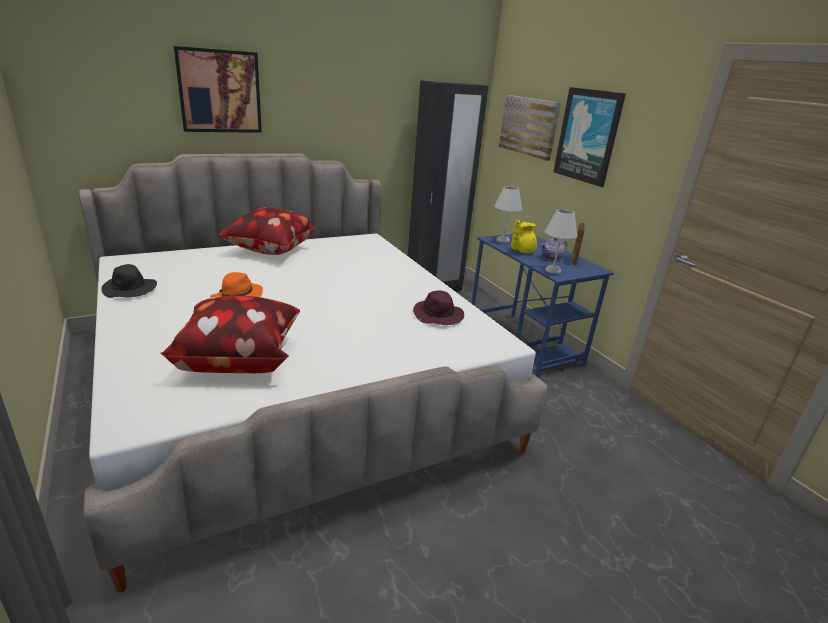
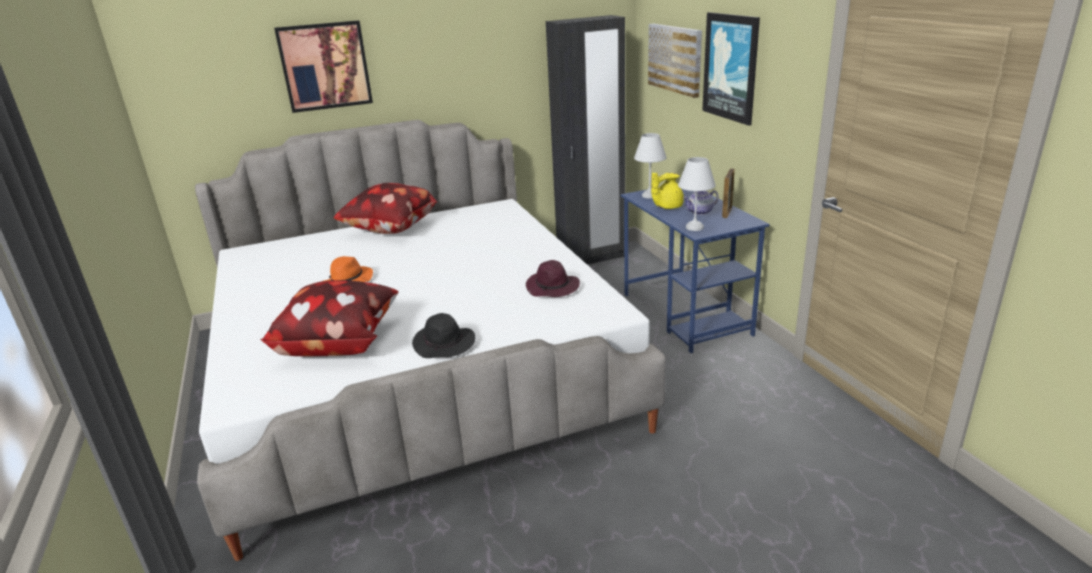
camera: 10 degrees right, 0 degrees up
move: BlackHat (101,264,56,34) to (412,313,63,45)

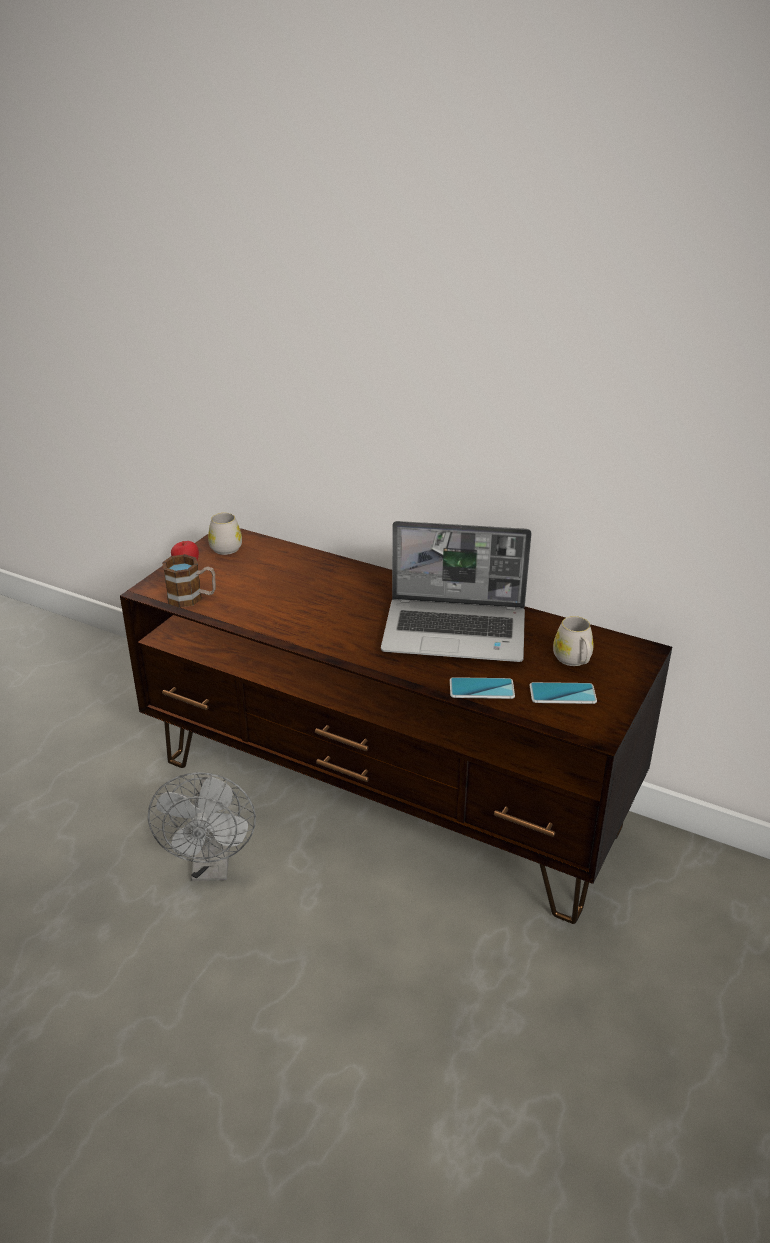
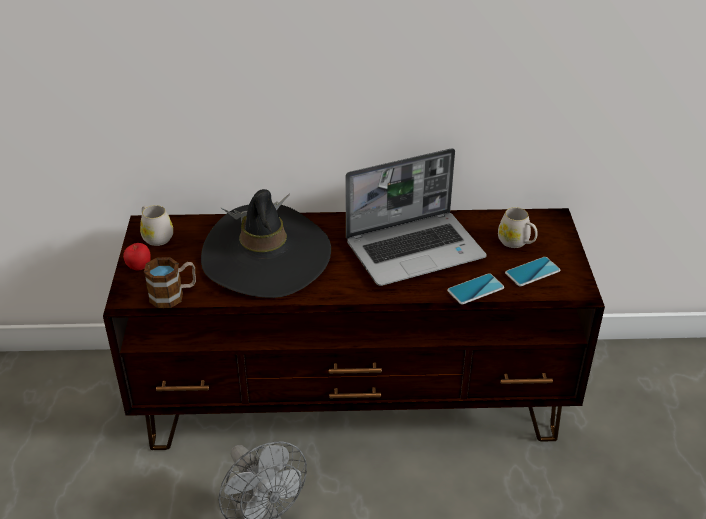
camera: 30 degrees left, 5 degrees up
insert: BlackHat (201,189,130,109)

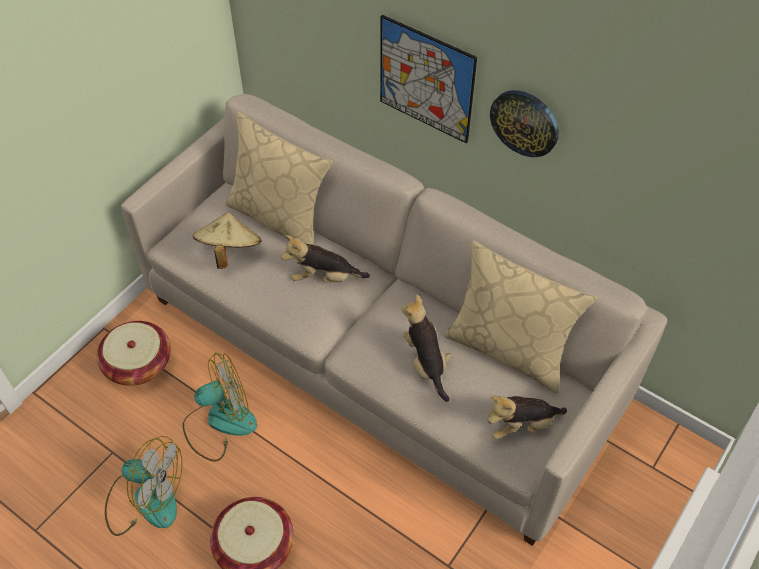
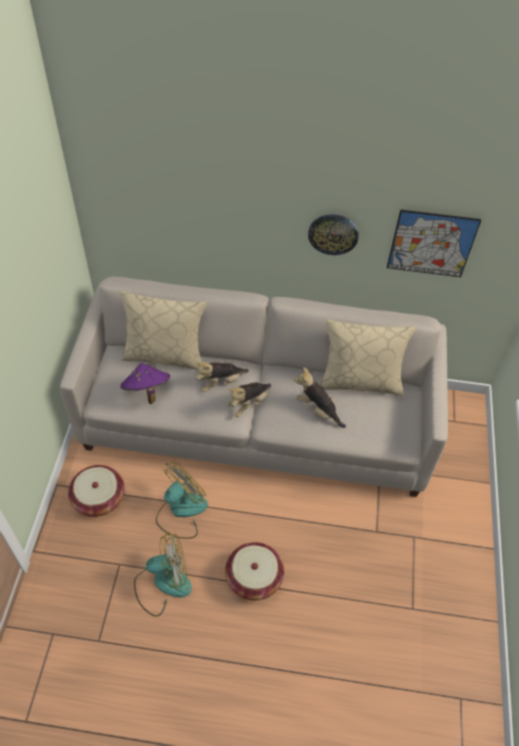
camera: 30 degrees left, 0 degrees up
move: PlushToy (488,395,79,44) to (227,382,44,35); Picture (380,15,97,129) to (387,209,94,68)
recolor: BeigeHat (193,212,69,57) to PurpleHat (120,363,50,41)

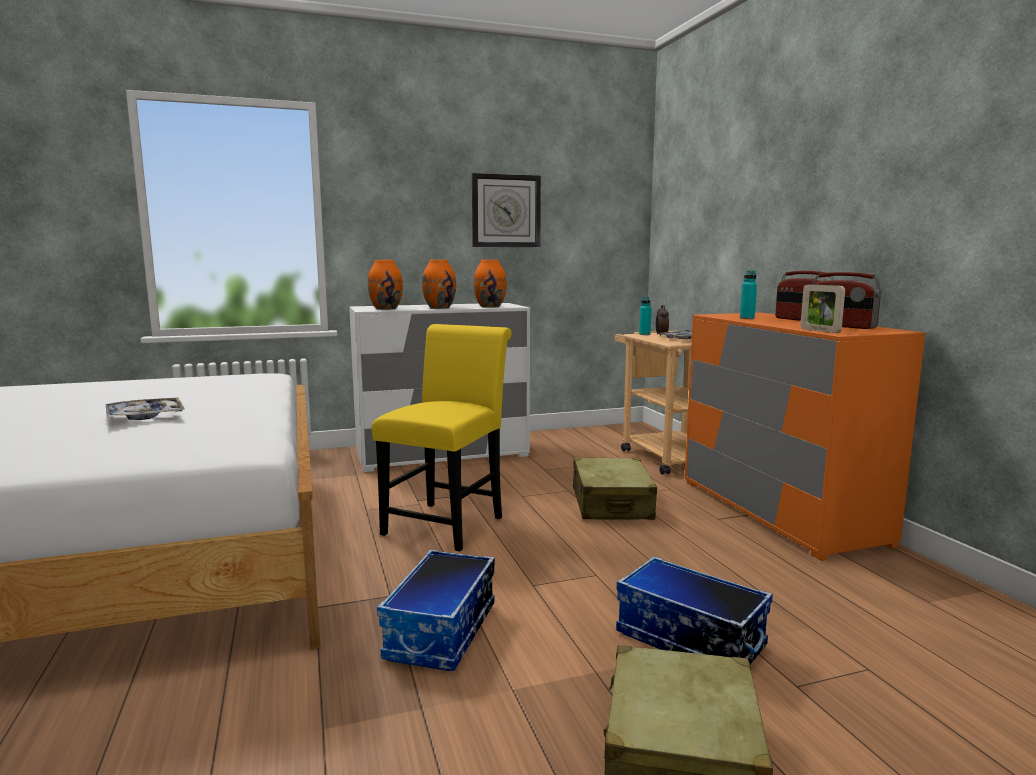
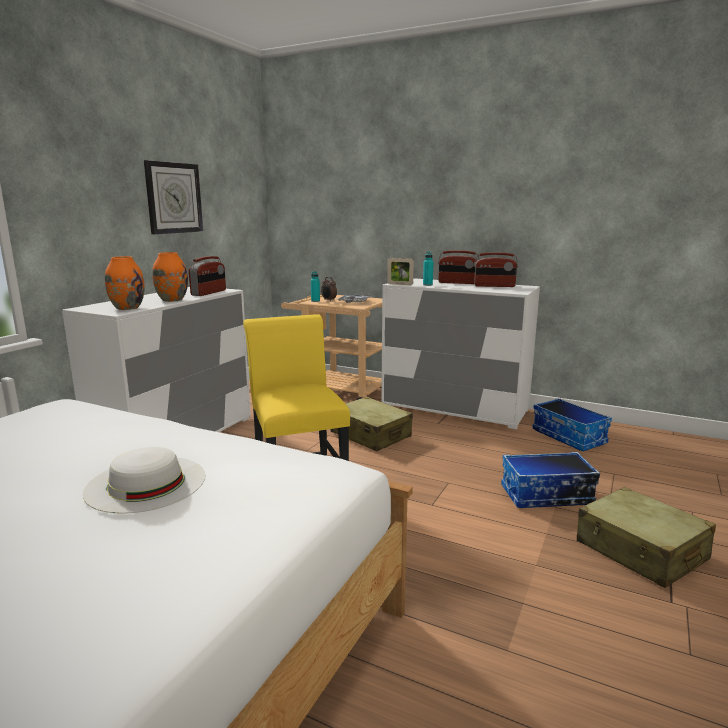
camera: 45 degrees left, 5 degrees up
move: PictureFrame (800,284,45,49) to (387,258,27,27); StorageBox (377,550,118,121) to (533,398,79,53)
replace: Tray (106,398,79,22) to WhiteHat (83,447,123,67); OrangeVase (474,260,33,48) to Radio (189,256,37,40)
recolor: OrangeDresser (685,313,240,248) to WhiteDresser (381,278,159,151)

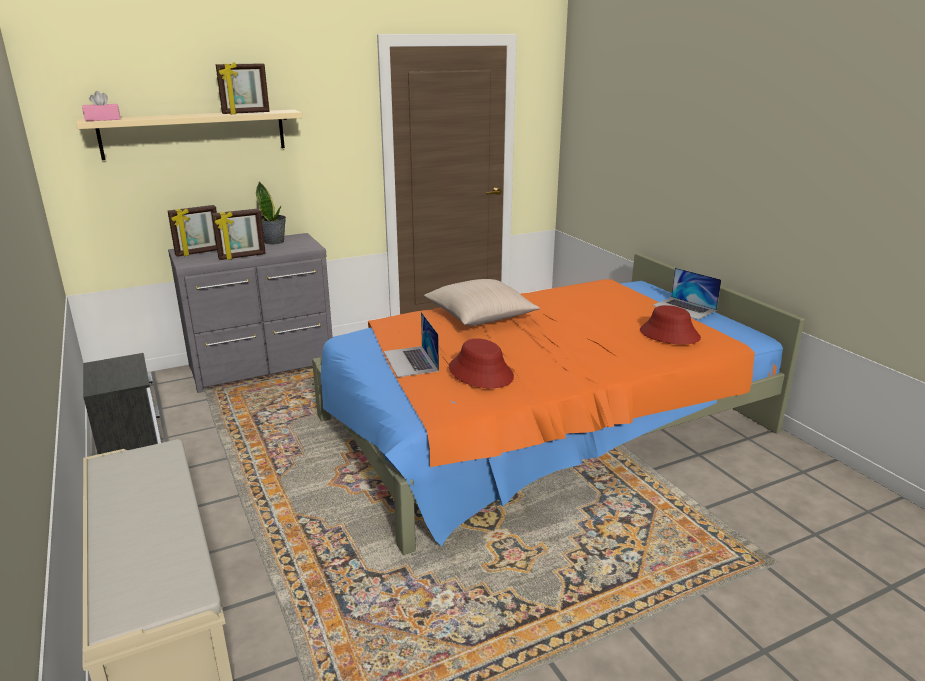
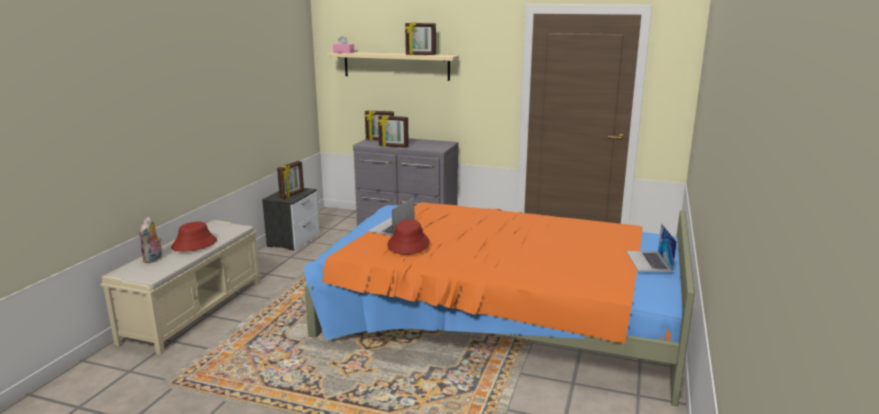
camera: 45 degrees right, 5 degrees down
delete: PottedPlant (256,182,30,62); BeigePillow (424,279,116,47)
insert: PlushToy (139,217,23,46); PictureFrame (277,161,27,38)
move: RedHat (640,305,61,39) to (171,222,46,30)

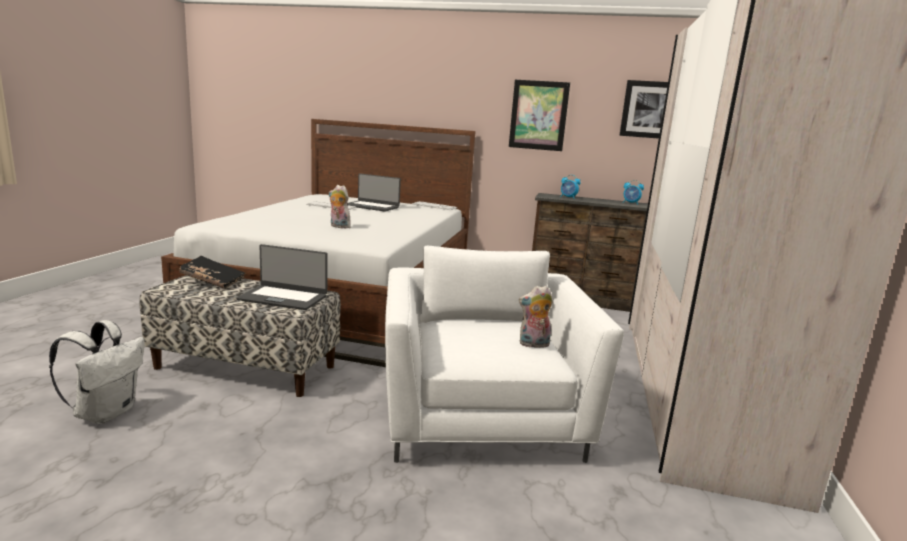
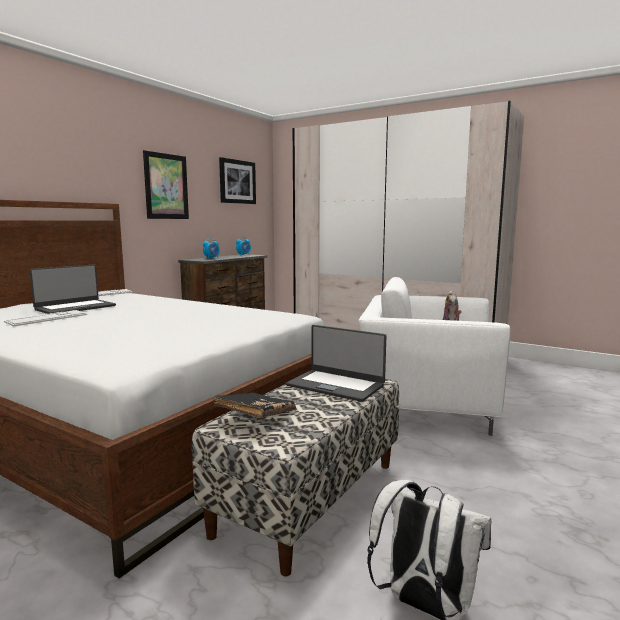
camera: 70 degrees left, 5 degrees down
delete: PlushToy (329,185,23,43)
rotate: Laptop (236,244,92,66) = (286,325,100,77) 90 degrees clockwise

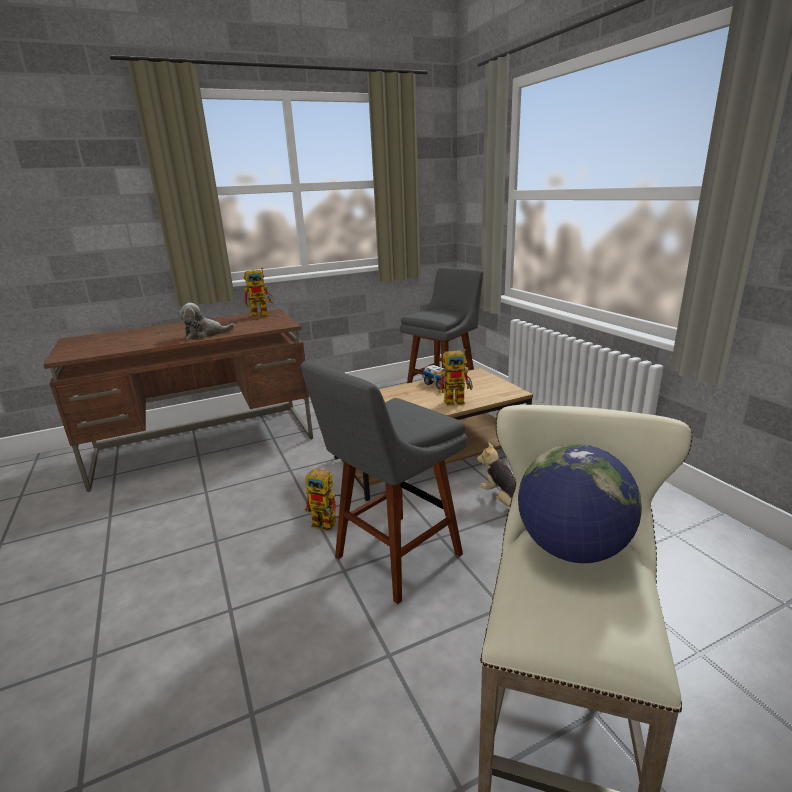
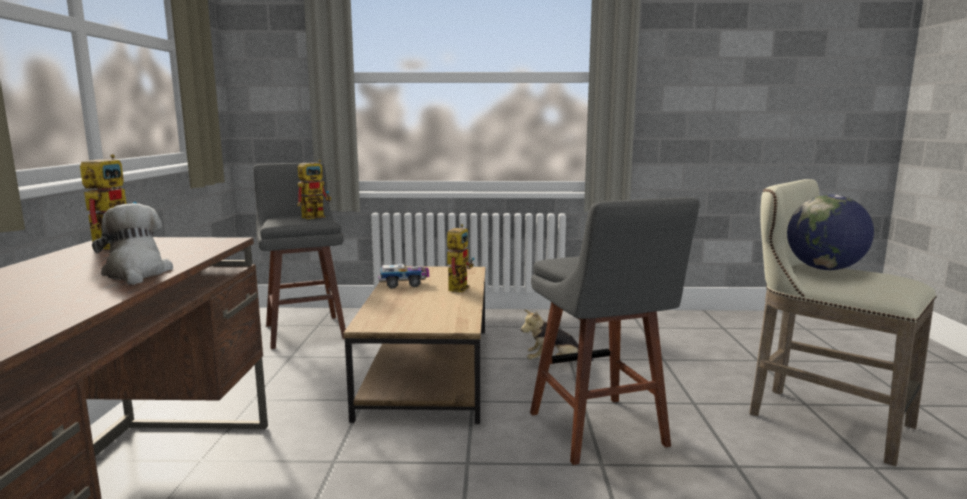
camera: 65 degrees left, 10 degrees down
move: ToyRobot (304,469,37,62) to (297,160,34,59)
rotate: PlushToy (178,303,57,36) = (92,203,81,82) 150 degrees clockwise

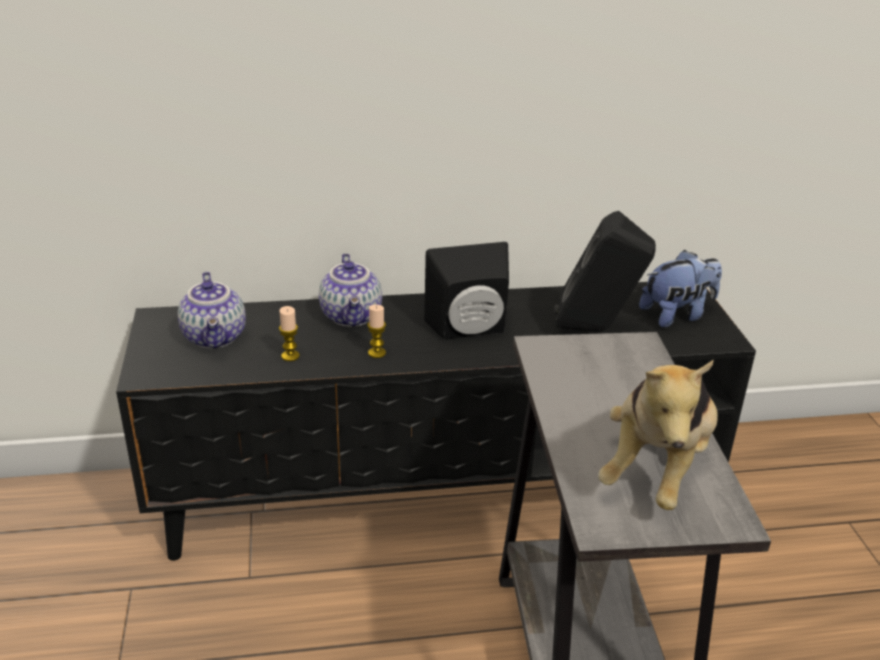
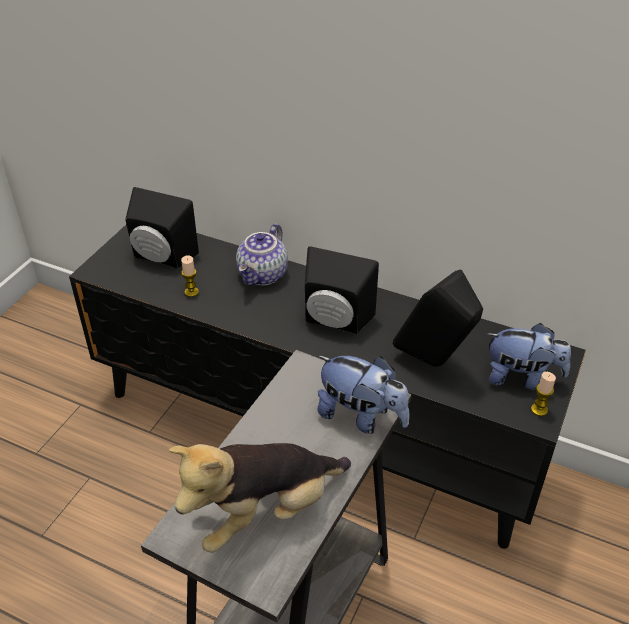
camera: 35 degrees right, 10 degrees up
insert: PlushToy (317,356,92,78)
move: Candle (367,304,19,54) to (531,372,25,44)
replace: Teapot (178,272,68,77) to BlackSpeaker (125,187,74,82)

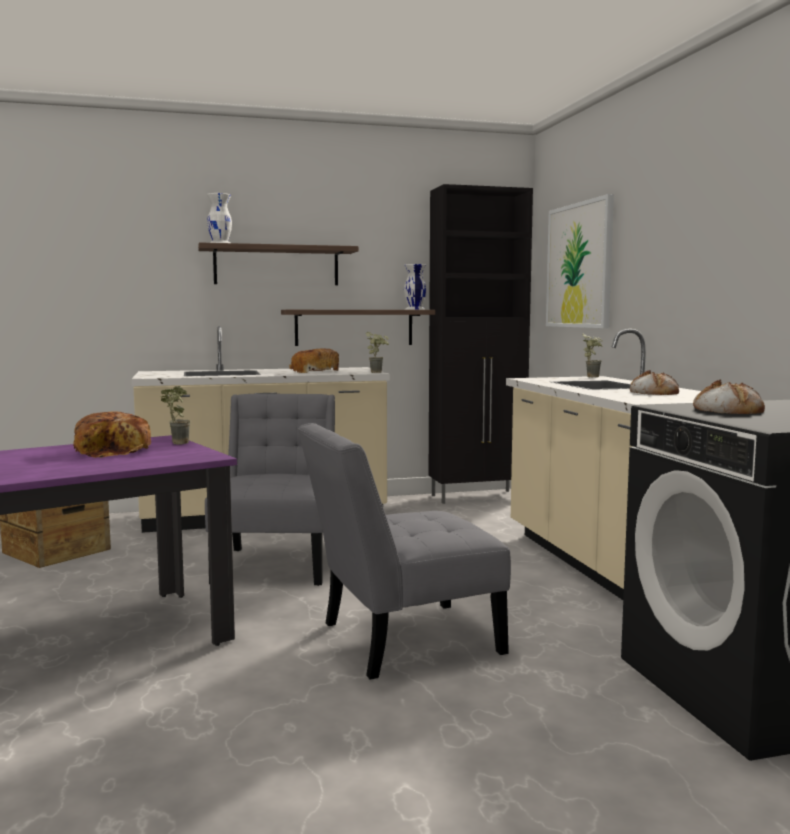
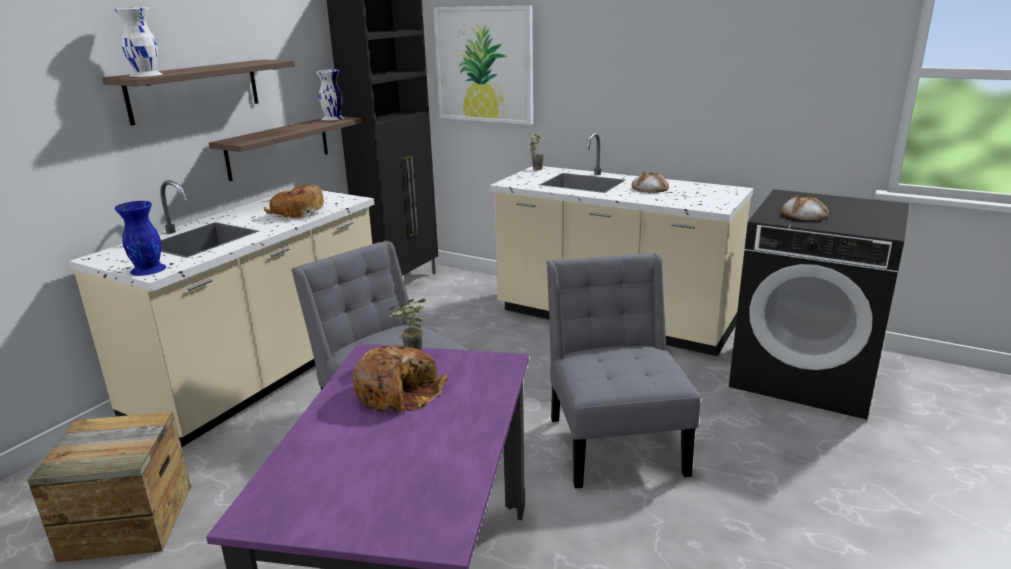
camera: 45 degrees left, 15 degrees up
delete: PottedPlant (366,332,23,41)
insert: BlueVase (115,201,51,75)
rotate: GreyChair (298,423,213,256) = (547,253,154,236) 150 degrees clockwise

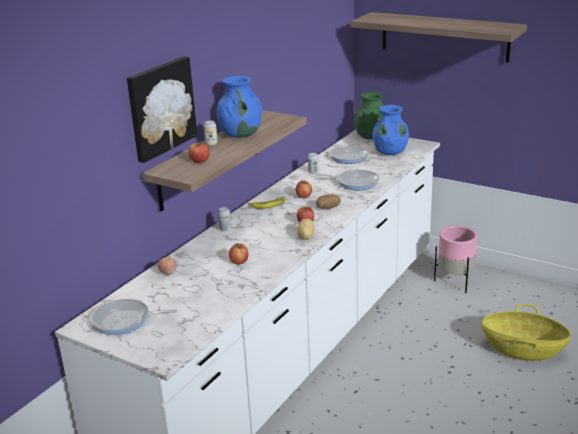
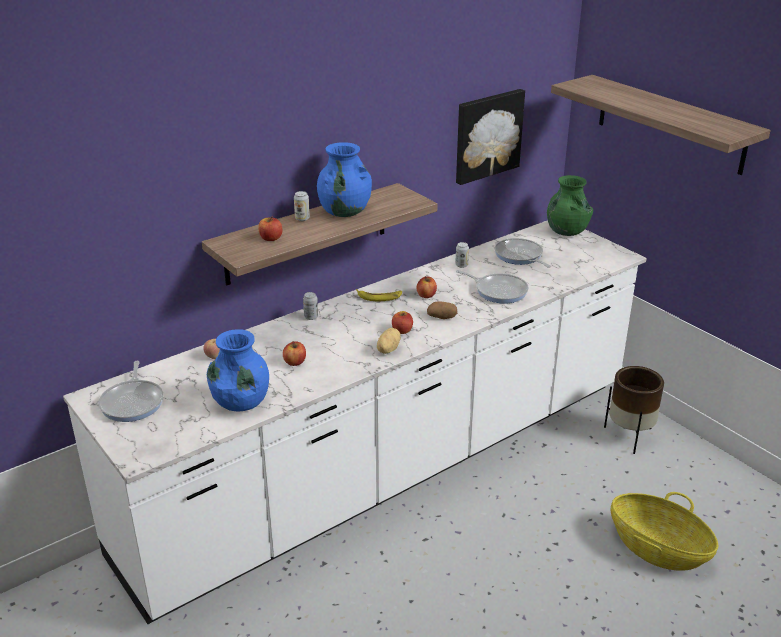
camera: 20 degrees right, 5 degrees up
move: BlueVase (372,105,37,50) to (207,329,62,82); Picture (127,56,70,107) to (456,89,69,96)
recolor: PinkPlanter (434,226,44,67) to BrownPlanter (604,366,60,88)
rotate: FryingPan (91,299,86,36) = (98,361,65,61) 120 degrees counterclockwise

